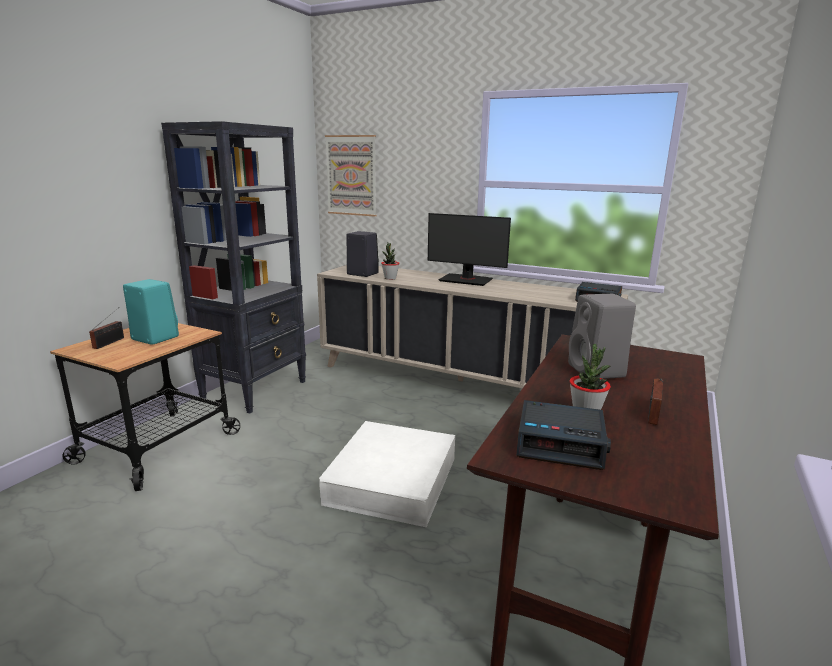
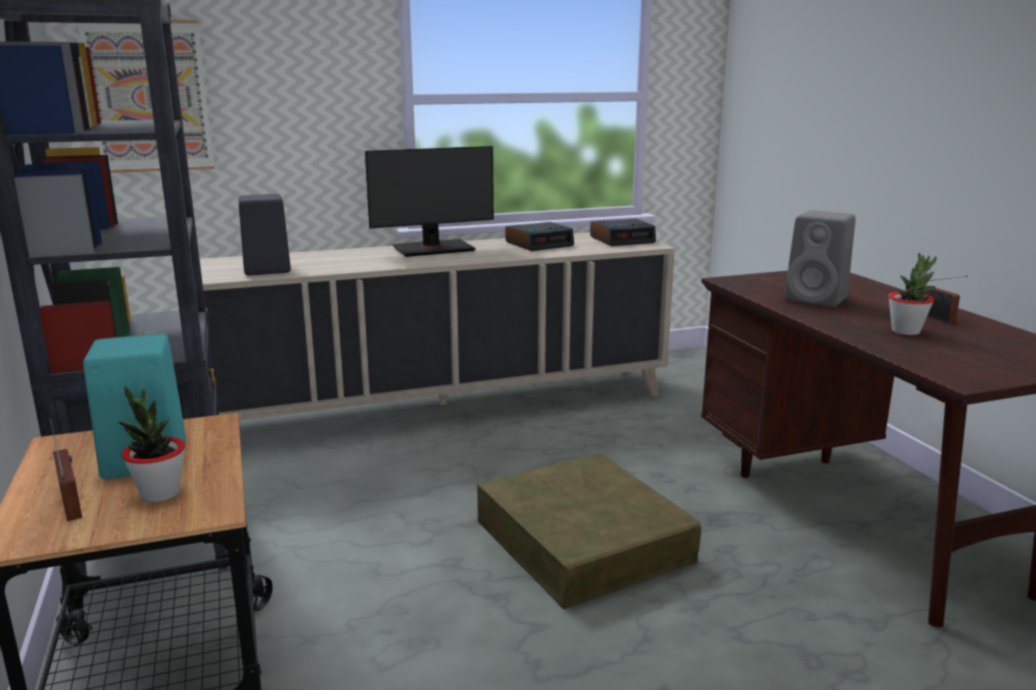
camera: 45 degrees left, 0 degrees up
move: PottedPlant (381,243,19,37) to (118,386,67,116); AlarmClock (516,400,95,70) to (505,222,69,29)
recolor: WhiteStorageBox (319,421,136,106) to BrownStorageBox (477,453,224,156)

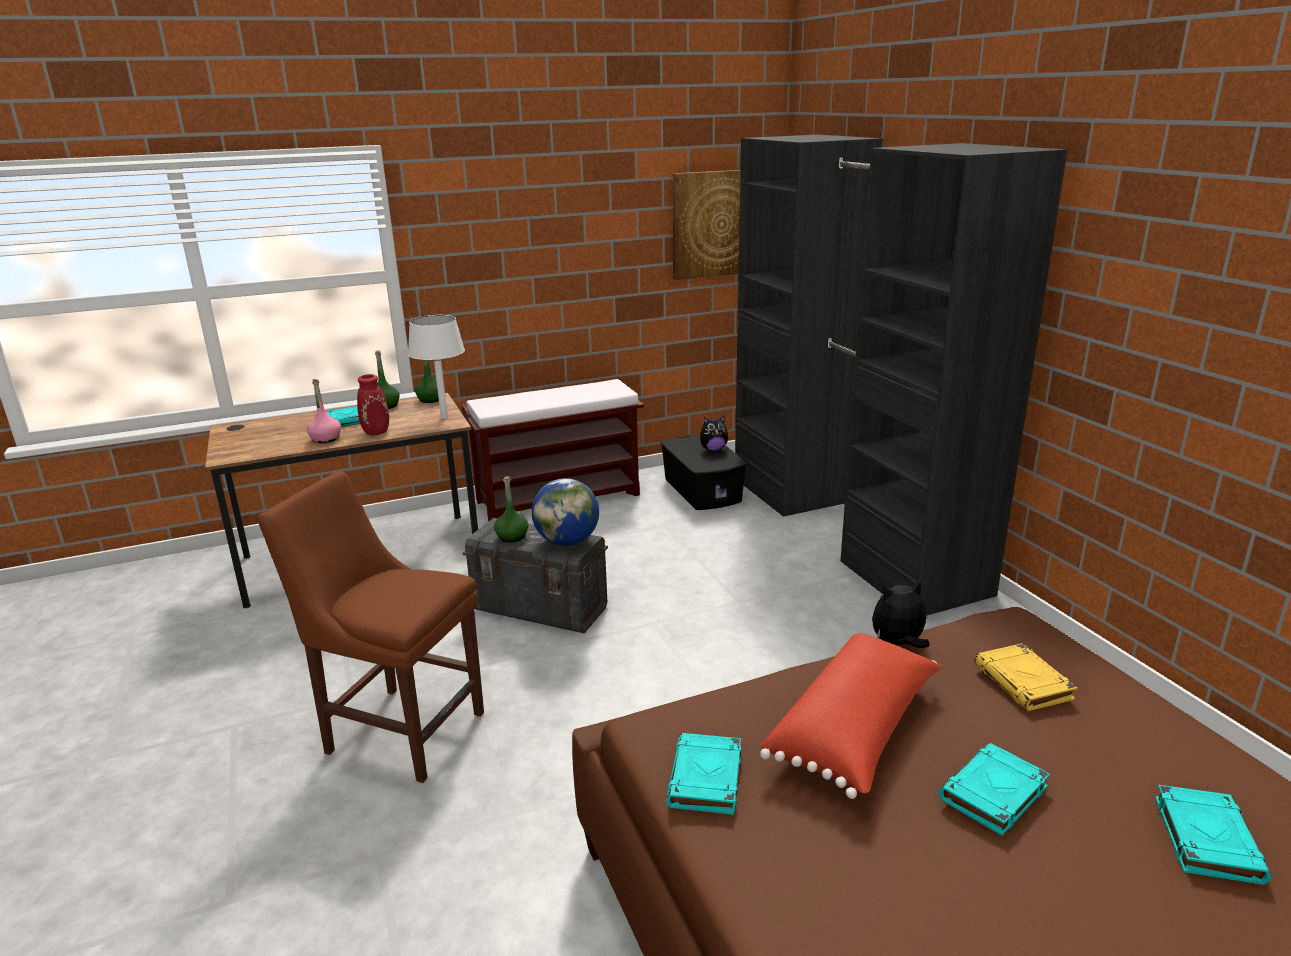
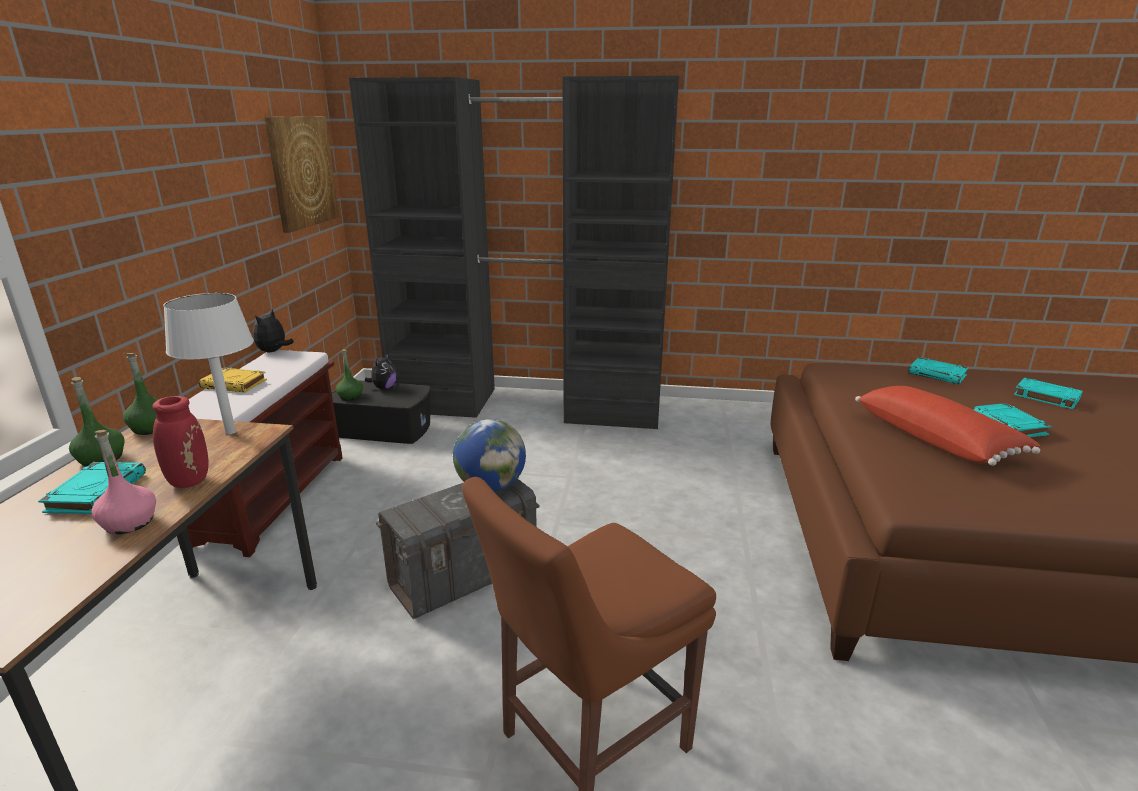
camera: 60 degrees left, 0 degrees up
move: YellowBook (974,643,103,68) to (199,368,68,24); PlushToy (872,580,58,68) to (253,309,41,43); GreenBottle (494,476,34,67) to (336,349,27,51); TurquoiseBook (666,733,75,82) to (908,357,61,27)

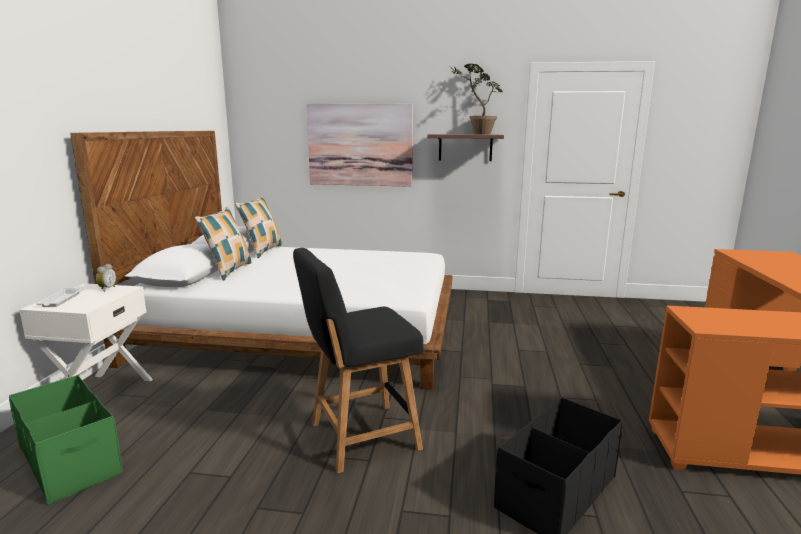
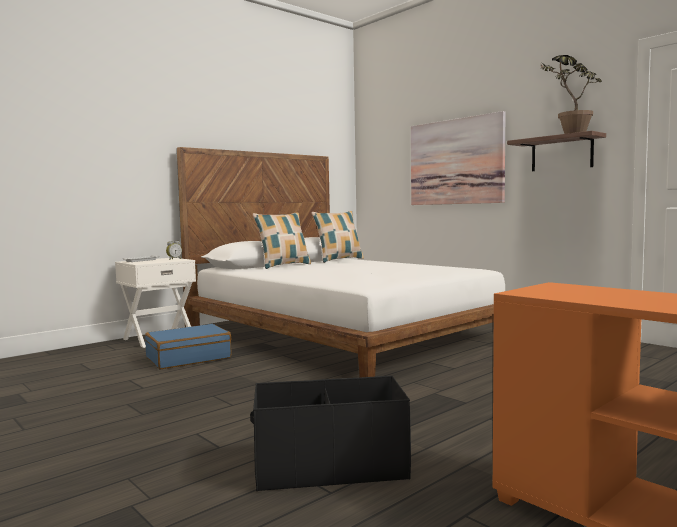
camera: 40 degrees right, 10 degrees down
delete: GreenStorageBox (9,375,114,129); BlackChair (293,248,131,225)
insert: BlueSuitcase (145,324,87,46)

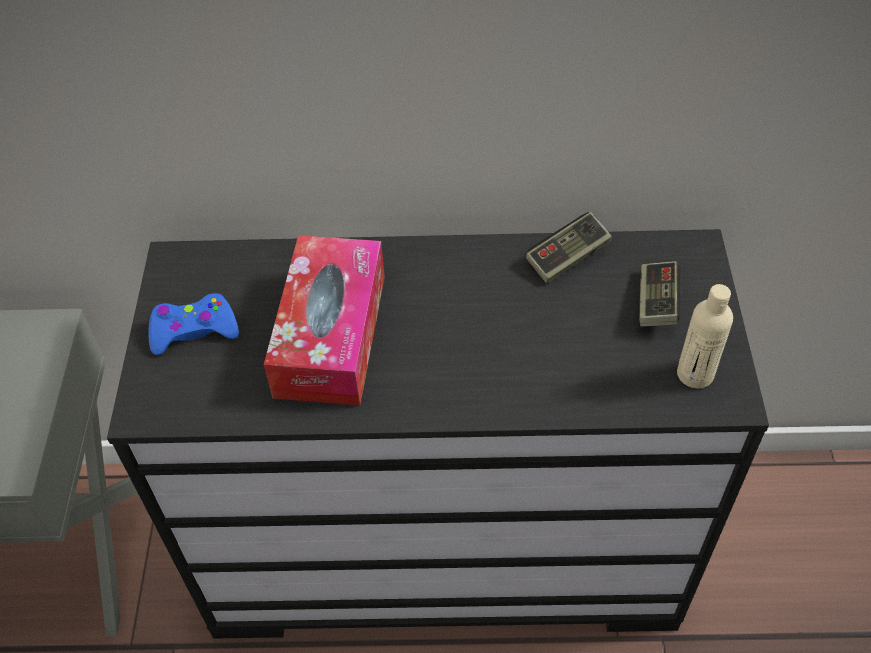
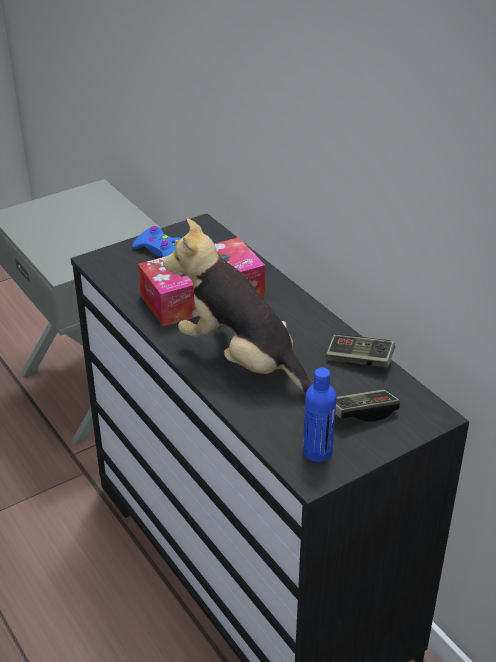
camera: 55 degrees right, 15 degrees down
insert: PlushToy (163,218,151,175)
recolor: BeigeBottle (677,284,56,104) to BlueBottle (303,368,33,94)

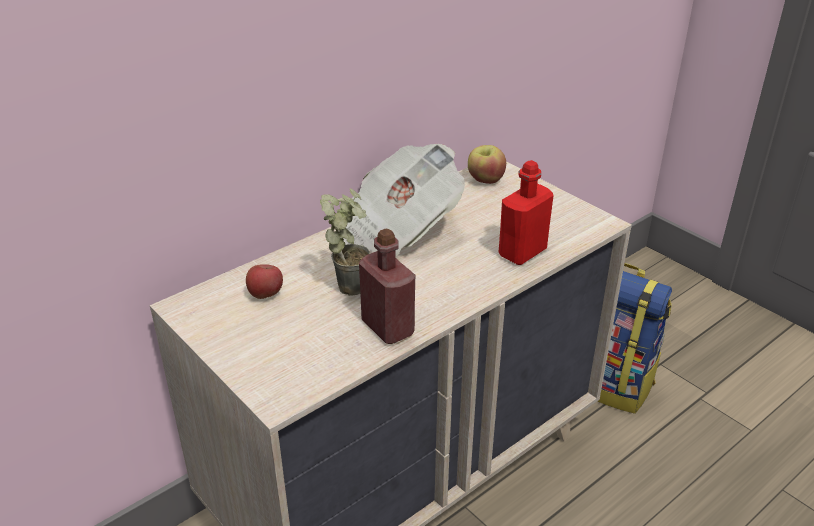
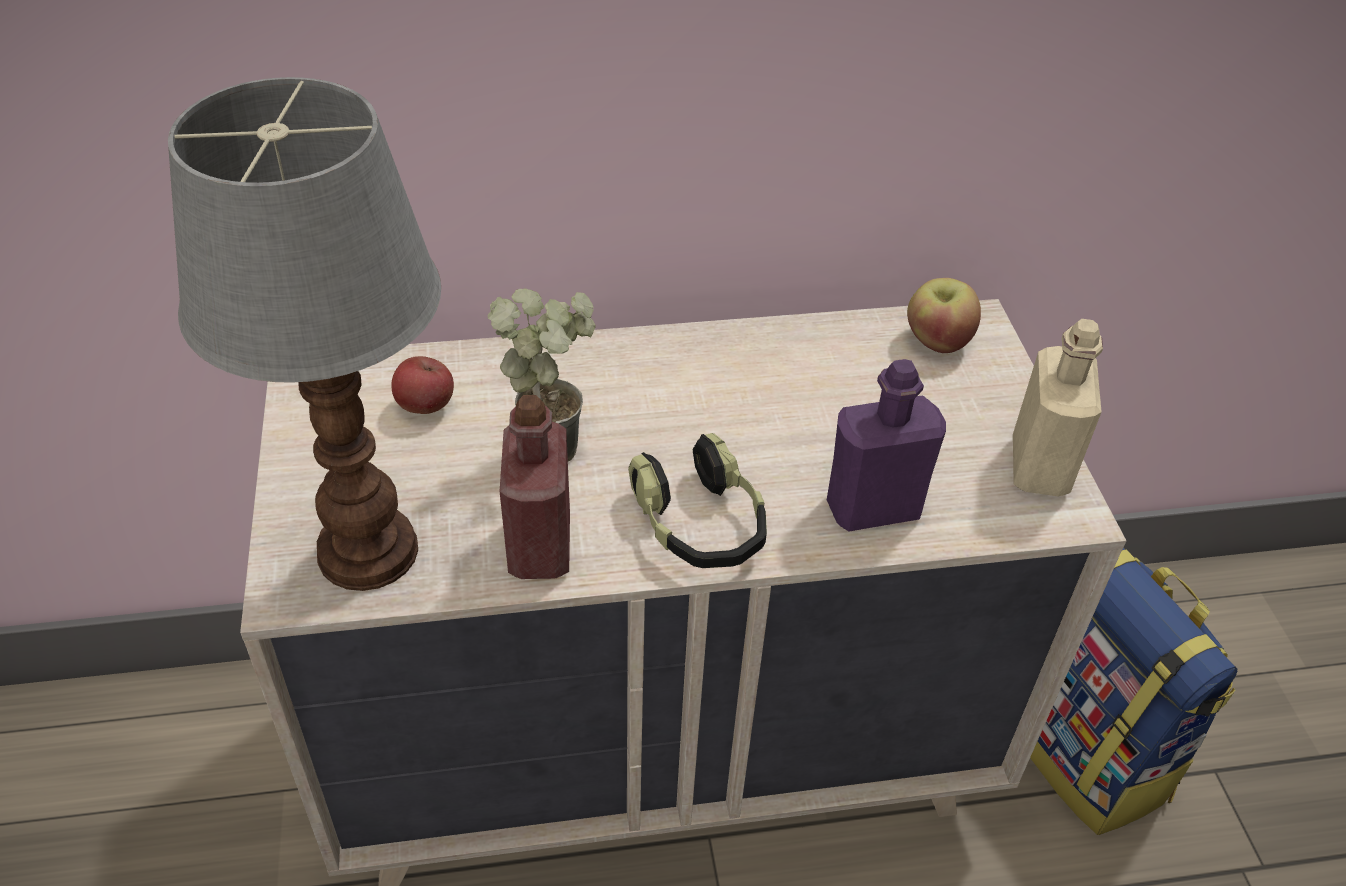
camera: 30 degrees right, 10 degrees up
delete: Newspaper (341,144,124,113)
insert: TableLamp (168,77,273,514); Headphones (628,433,139,135); BeigeBottle (1013,319,90,177)
recolor: RedBottle (499,160,55,105) to PurpleBottle (827,359,119,173)

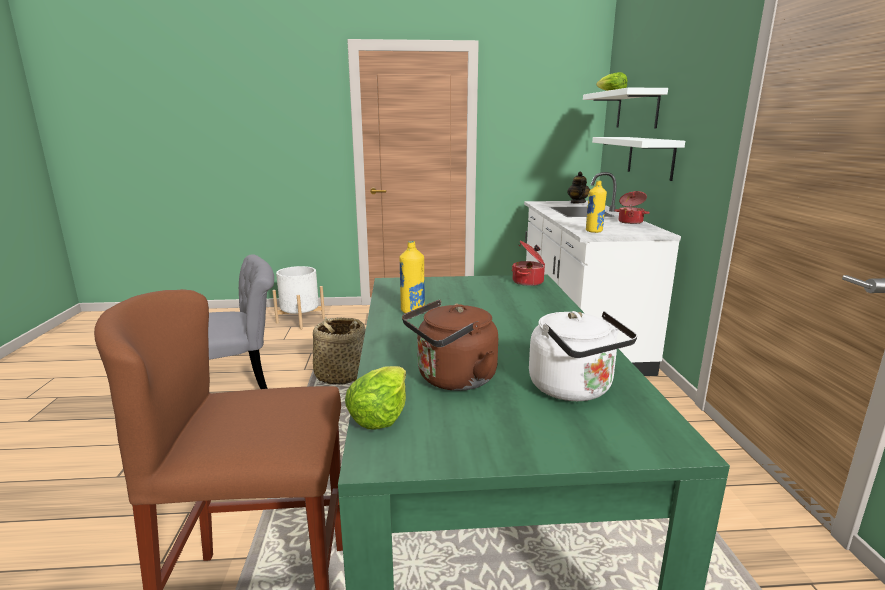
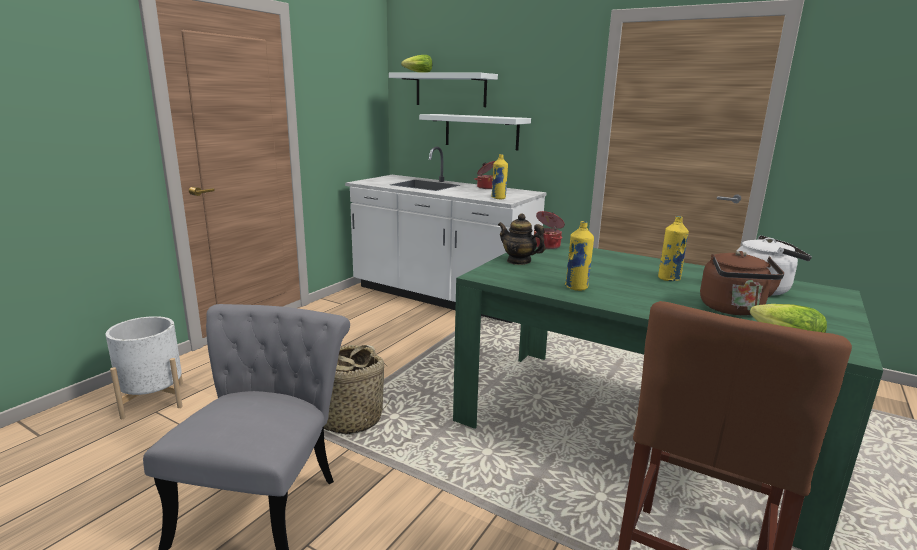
camera: 55 degrees left, 0 degrees up
insert: YellowBottle (658,216,31,65)
move: Teapot (567,172,23,31) to (498,213,47,52)

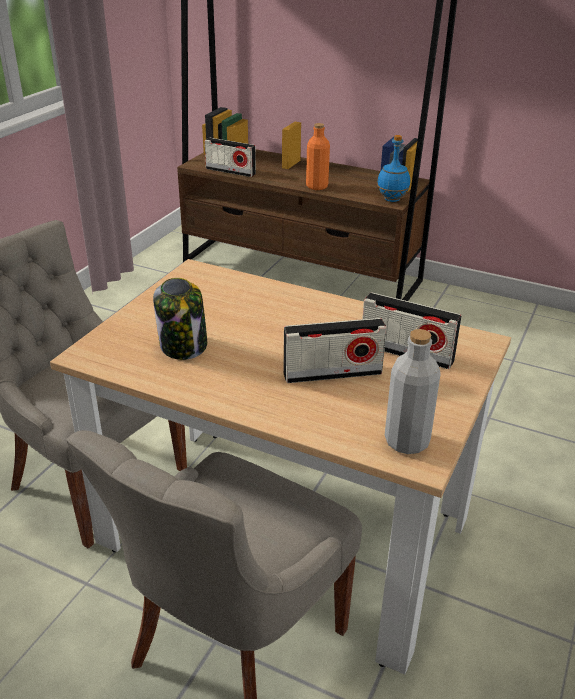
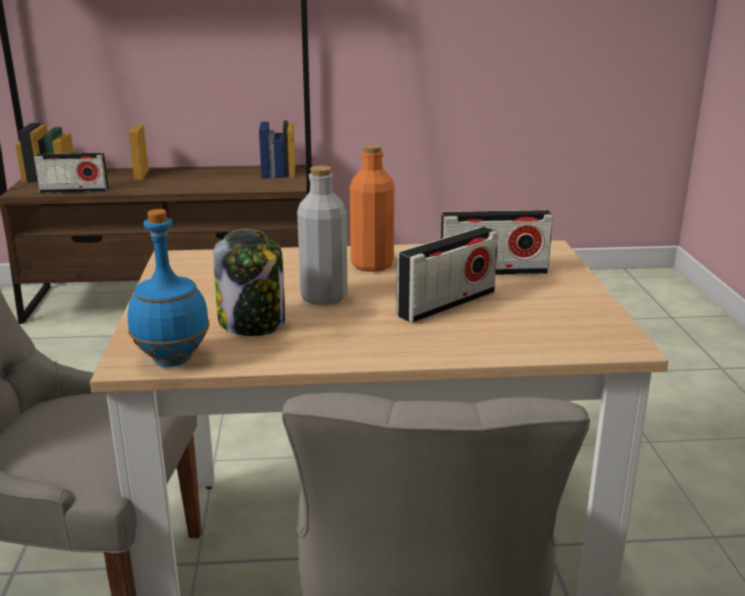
camera: 30 degrees left, 10 degrees down
move: BlueBottle (377,135,33,67) to (128,209,82,158); GreyBottle (385,329,56,125) to (297,166,51,140); OrangeBottle (306,123,24,67) to (350,144,45,128)

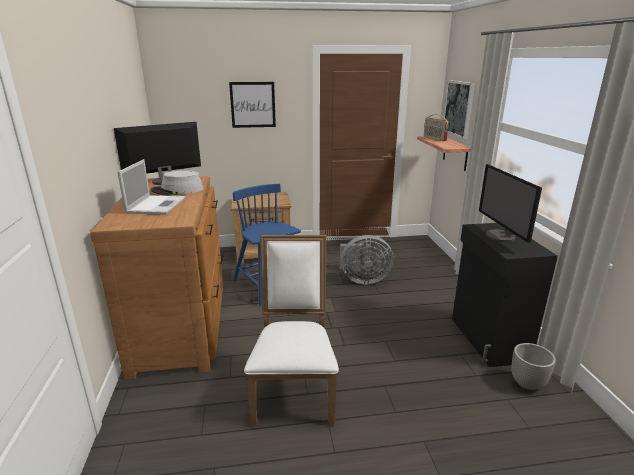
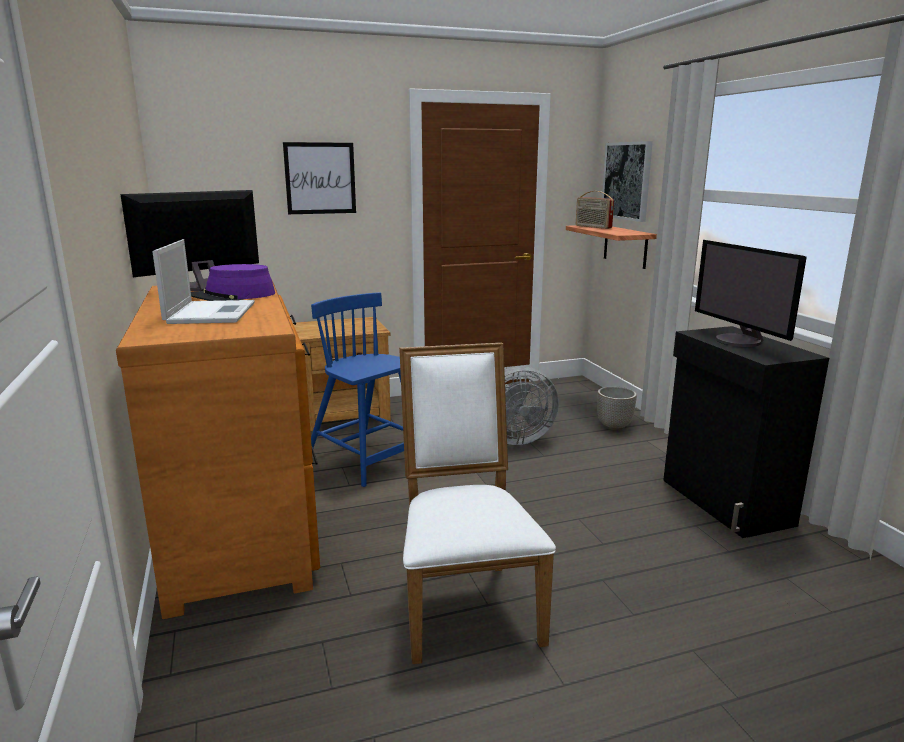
camera: 10 degrees left, 5 degrees down
move: Planter (512,343,44,47) to (597,386,40,45)
recolor: GreyHat (151,170,52,26) to PurpleHat (191,264,84,37)

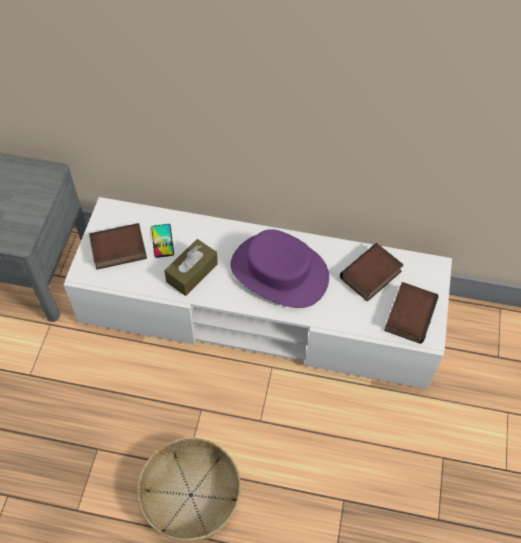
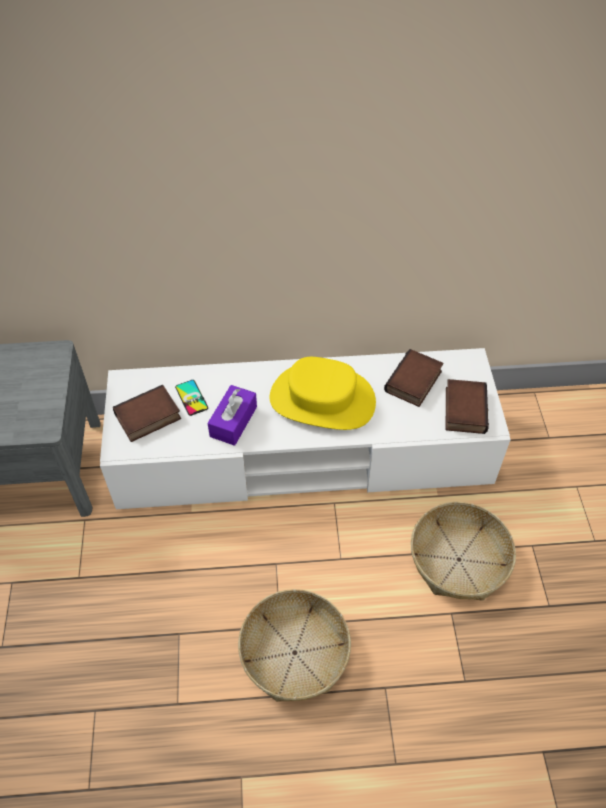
camera: 15 degrees left, 5 degrees down
insert: Basket (411,502,105,99)
recolor: BrownTissueBox (164,239,54,57) to PurpleTissueBox (208,385,49,61); PurpleHat (230,229,99,79) to YellowHat (269,357,107,73)

